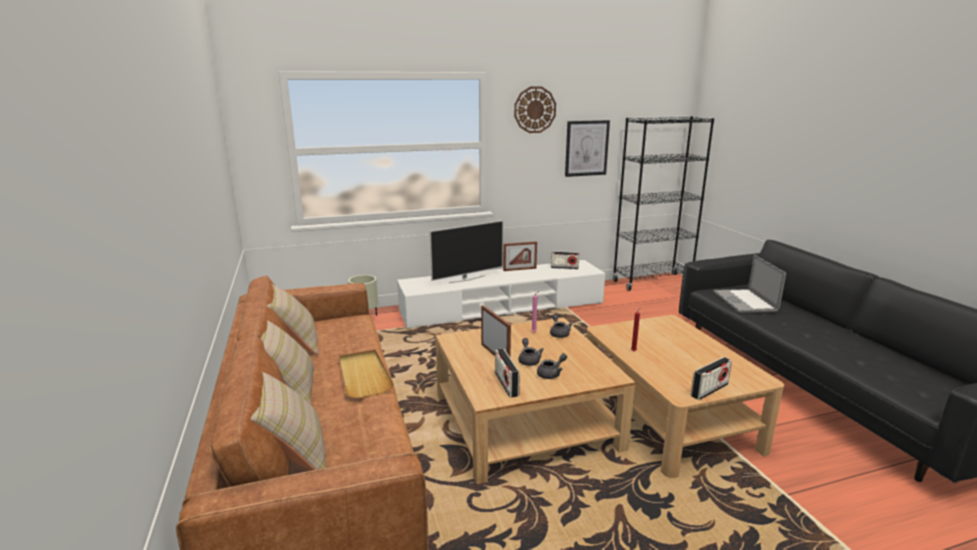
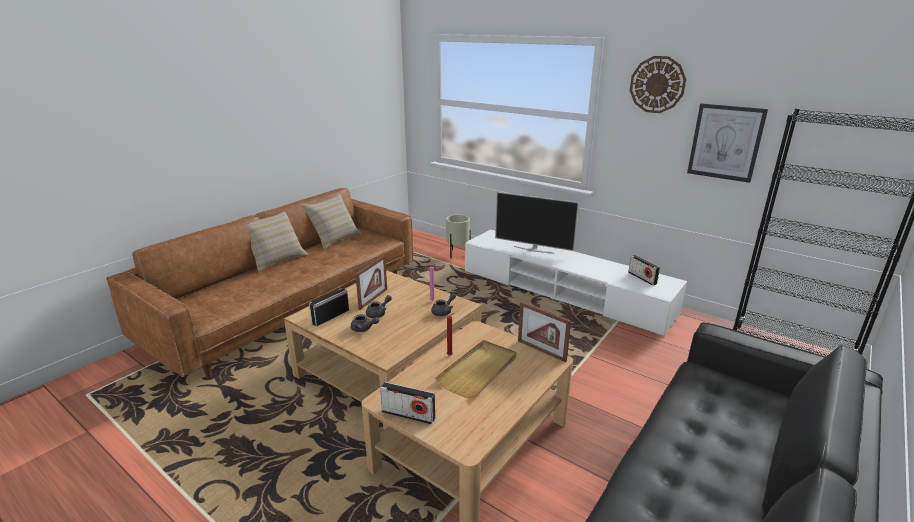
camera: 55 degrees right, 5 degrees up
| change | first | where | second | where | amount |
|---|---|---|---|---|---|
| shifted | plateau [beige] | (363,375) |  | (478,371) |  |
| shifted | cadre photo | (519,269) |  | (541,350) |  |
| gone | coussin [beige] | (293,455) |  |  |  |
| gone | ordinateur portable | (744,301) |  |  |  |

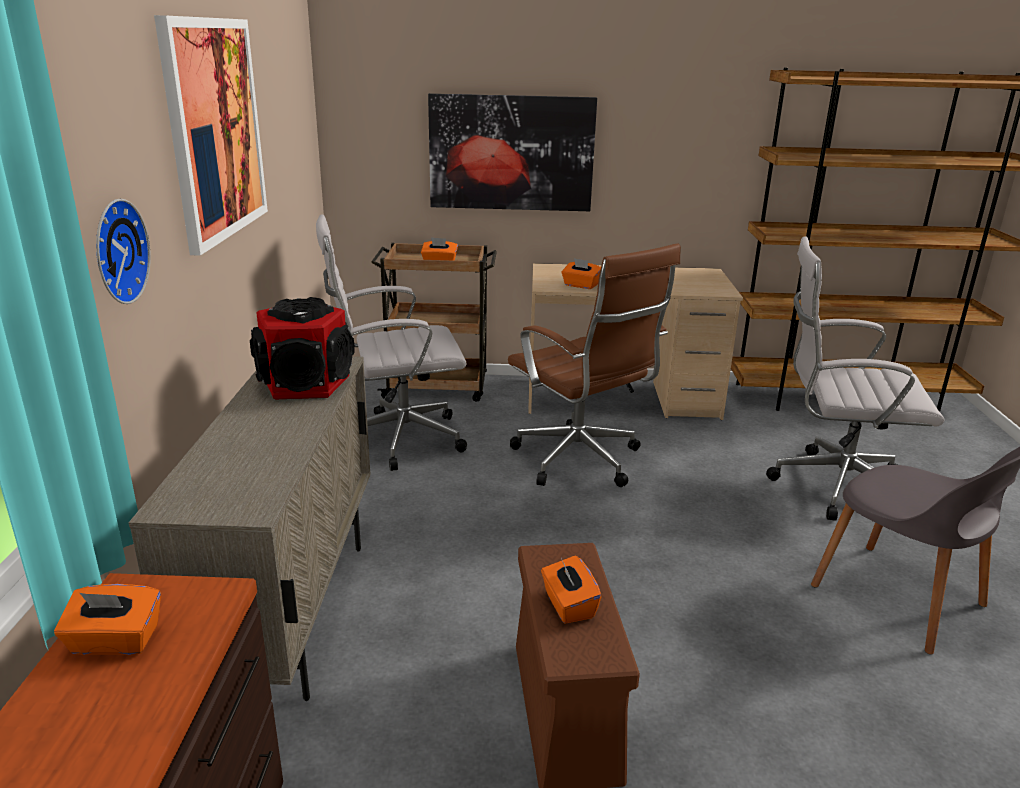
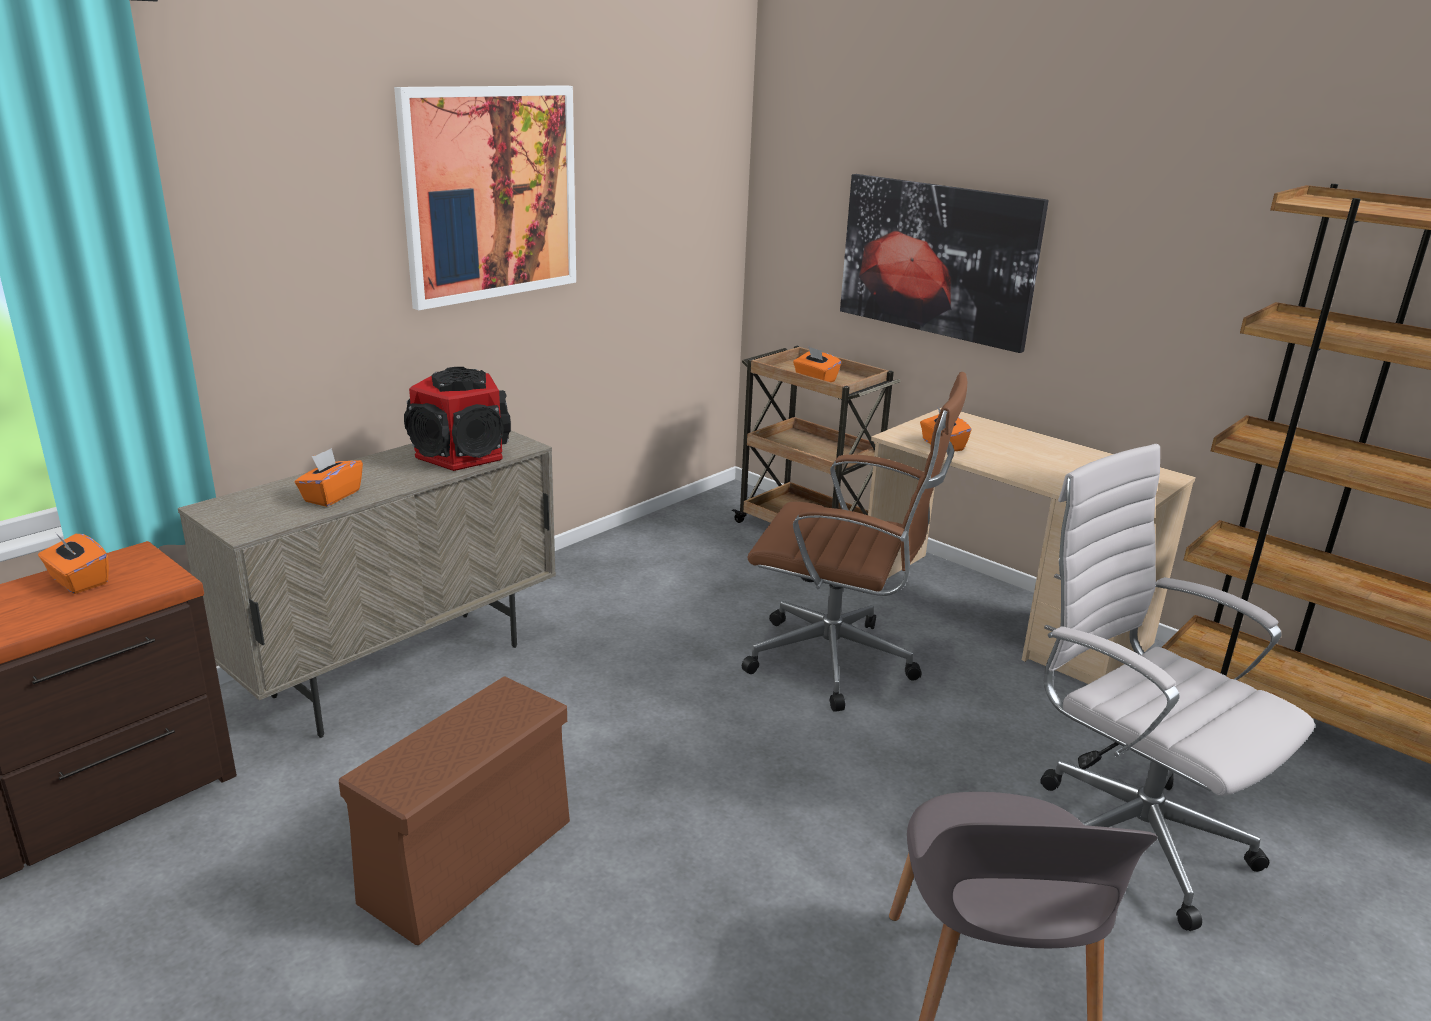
camera: 40 degrees right, 0 degrees up
| change | first | where | second | where | amount |
|---|---|---|---|---|---|
| shifted | boîte à mouchoirs [orange] | (568,605) |  | (331,496) |  |
| rotated | chaise de bureau [marron] | (581,461) |  | (838,663) | 75 degrees counterclockwise |
| gone | horloge murale | (115,251) |  |  |  |
| gone | chaise de bureau [blanc] | (397,439) |  |  |  |

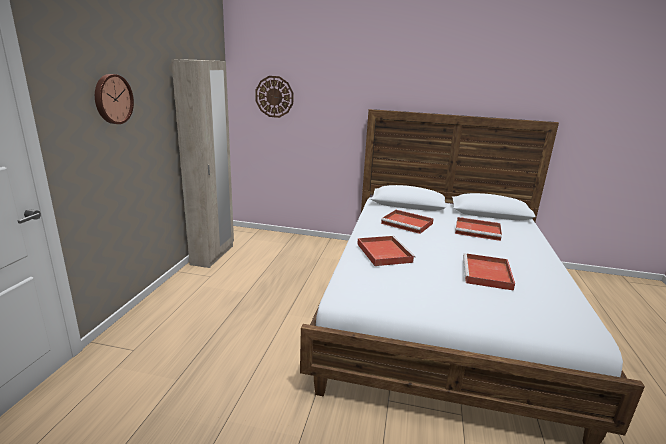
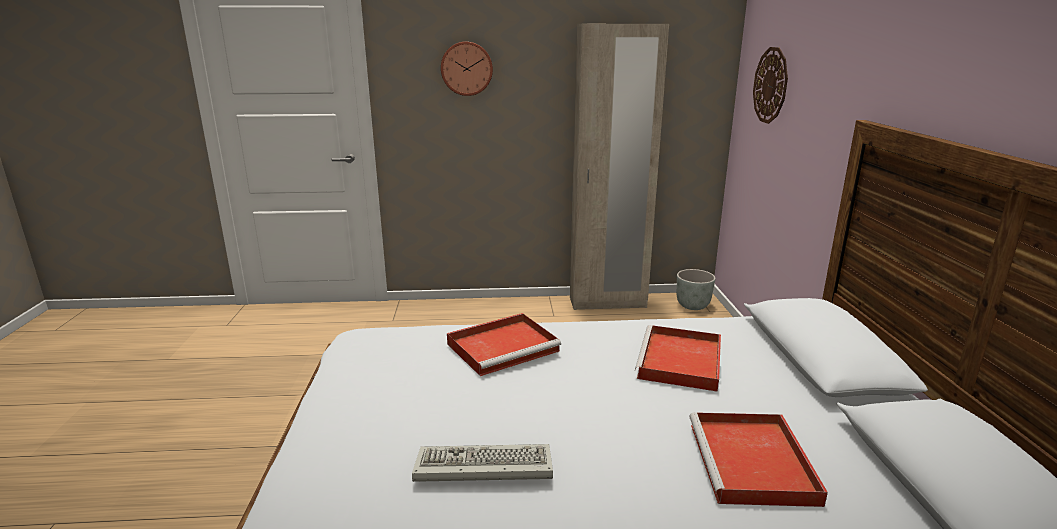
camera: 75 degrees right, 0 degrees up
| change | first | where | second | where | amount |
|---|---|---|---|---|---|
| swapped | plateau [rouge] | (487,274) | clavier | (480,469) |  |
| new |  |  | cache-pot [gris] | (693,306) |  |

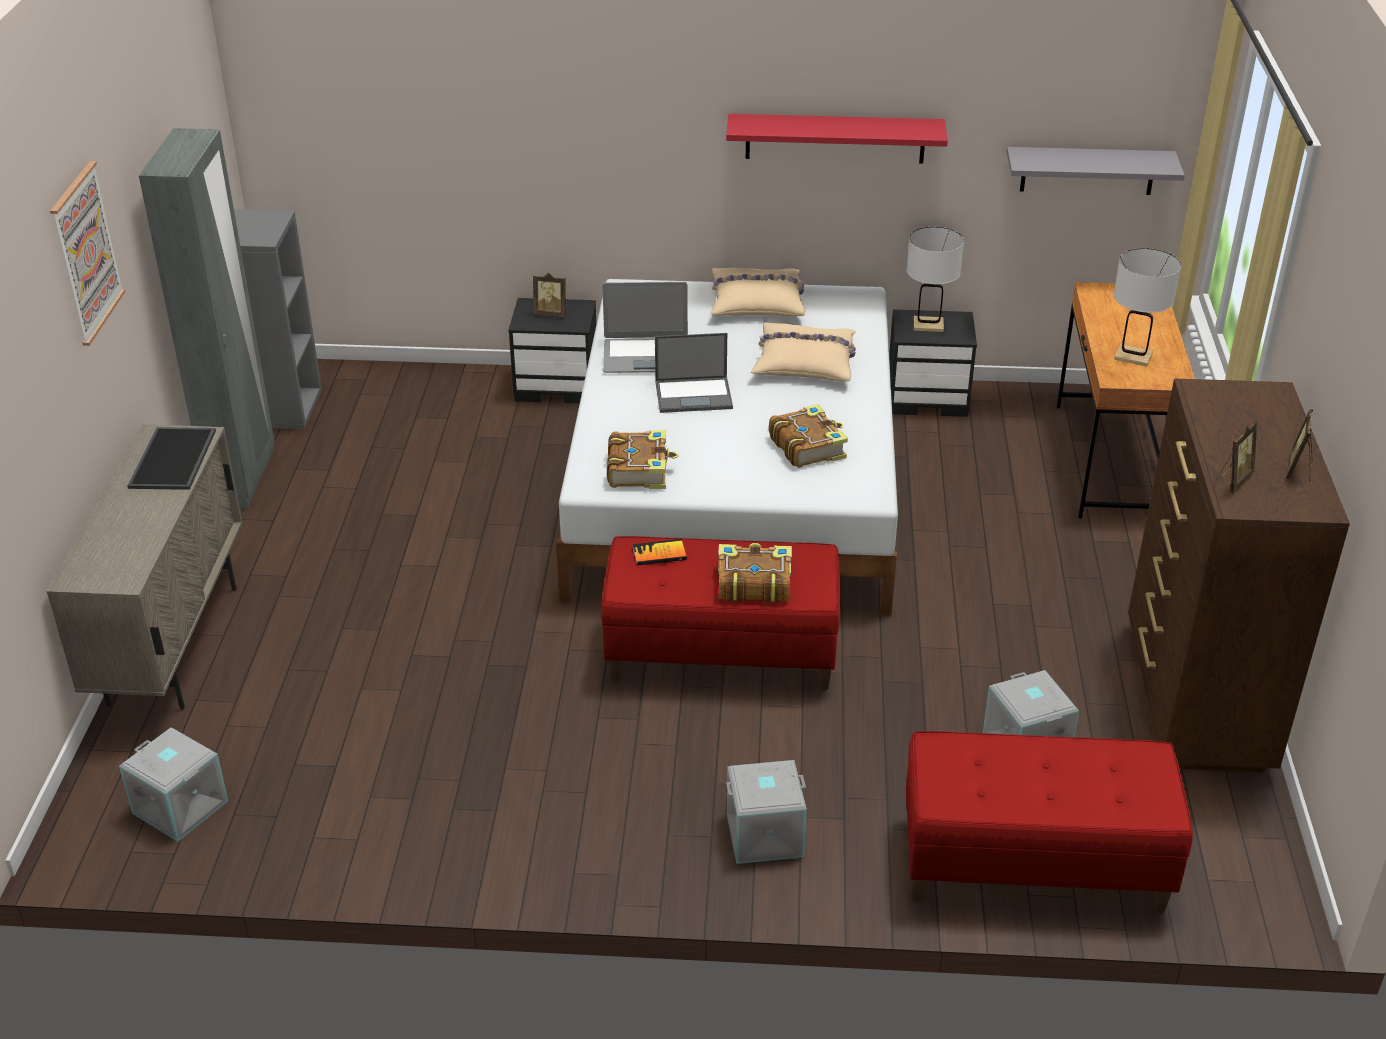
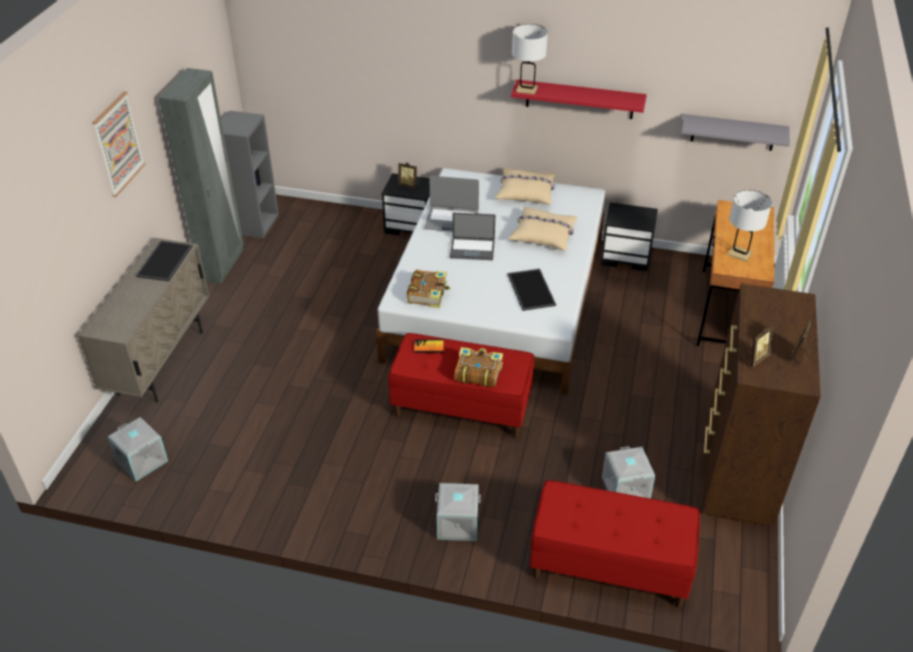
camera: 10 degrees right, 5 degrees up
| change | first | where | second | where | amount |
|---|---|---|---|---|---|
| swapped | livre | (807,446) | plateau | (530,289) |  |
| shifted | lampe de table [blanc] | (928,325) |  | (526,89) |  |

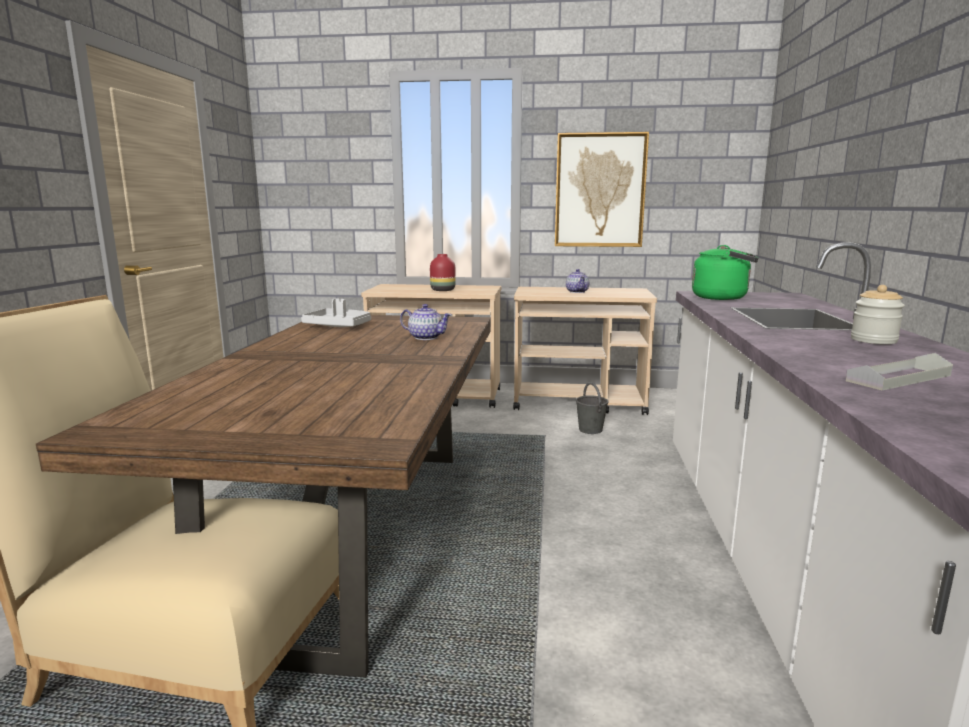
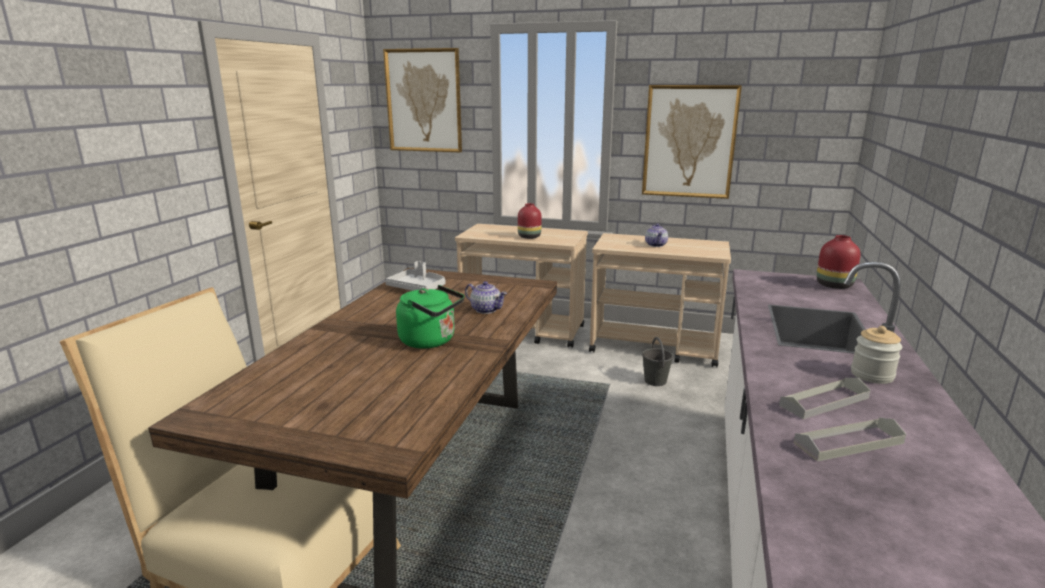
camera: 10 degrees right, 5 degrees up
| change | first | where | second | where | amount |
|---|---|---|---|---|---|
| new |  |  | tableau | (424,101) |  |
| shifted | bouilloire [vert] | (723,298) |  | (431,341) |  |
| new |  |  | plateau [gris] | (824,401) |  |
| new |  |  | vase [rouge] | (833,285) |  |

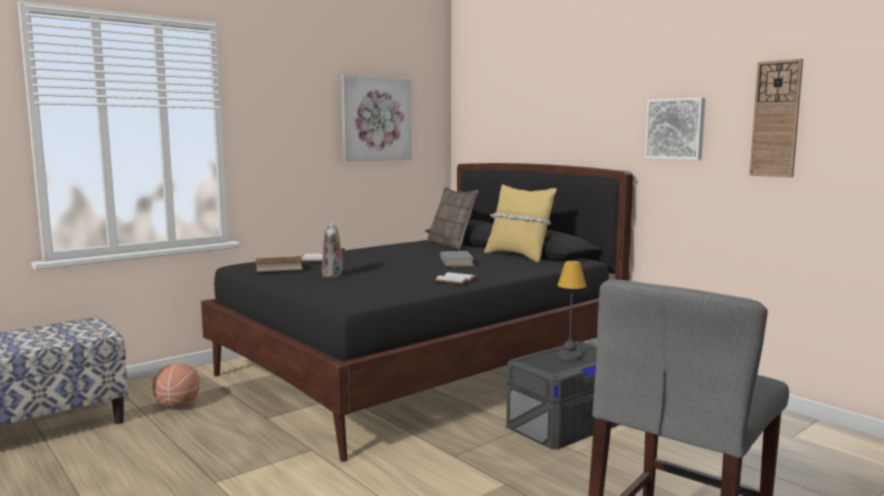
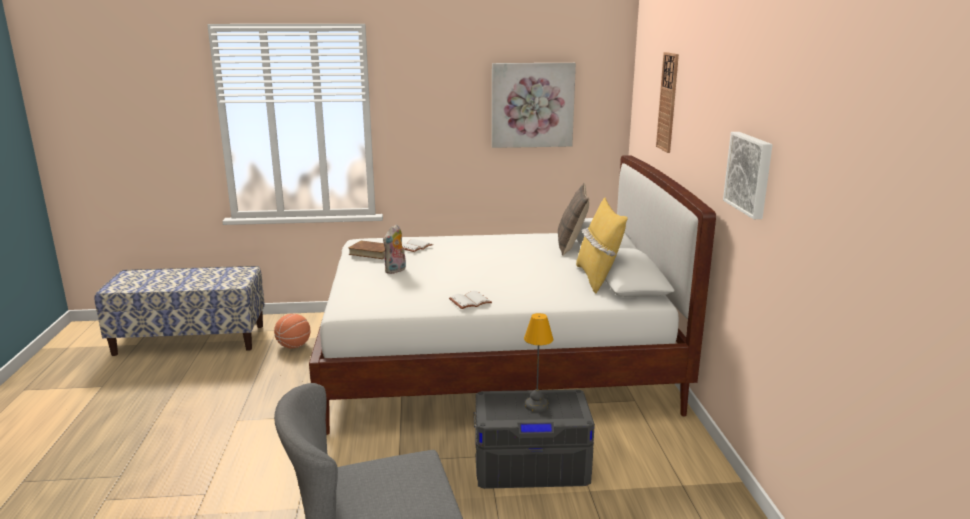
camera: 35 degrees right, 10 degrees up
| change | first | where | second | where | amount |
|---|---|---|---|---|---|
| repainted | lit [noir] | (421,369) | lit [blanc] | (495,364) |  |
| shifted | horloge murale | (776,119) |  | (668,102) |  |
| gone | livre [gris] | (456,262) |  |  |  |

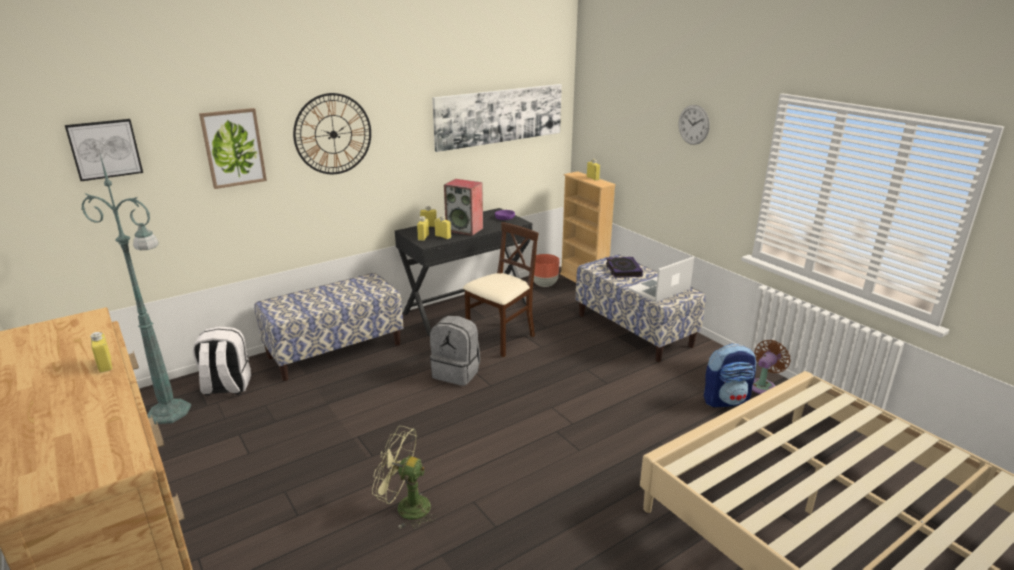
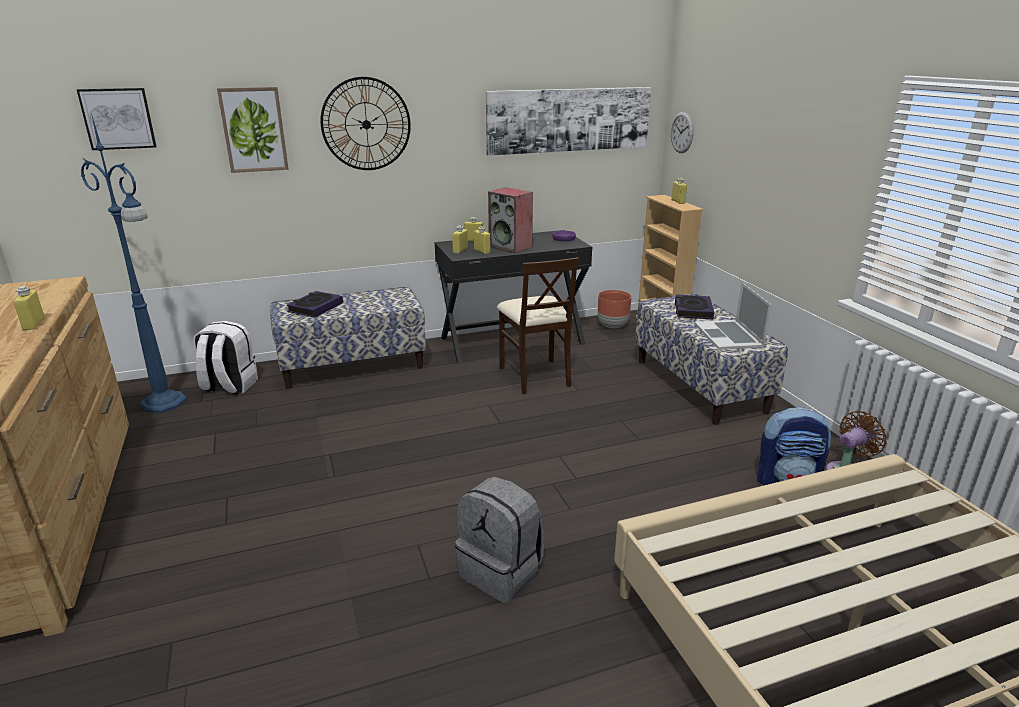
camera: 15 degrees right, 0 degrees up
| change | first | where | second | where | amount |
|---|---|---|---|---|---|
| repainted | lampadaire [vert] | (171,412) | lampadaire [bleu] | (165,403) |  |
| new |  |  | livre | (315,308) |  |
| shifted | sac à dos [gris] | (457,373) |  | (502,572) |  |
| rotated | chaise [beige] | (501,339) |  | (535,376) | 105 degrees clockwise |
| shifted | horloge murale | (693,124) |  | (682,132) |  |
| rotated | ordinateur portable | (659,289) |  | (728,335) | 75 degrees counterclockwise |
| gone | ventilateur [vert] | (405,507) |  |  |  |

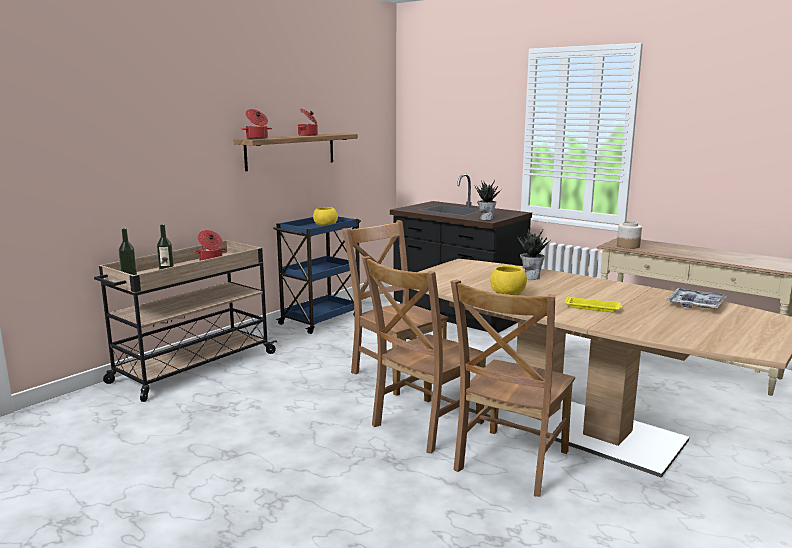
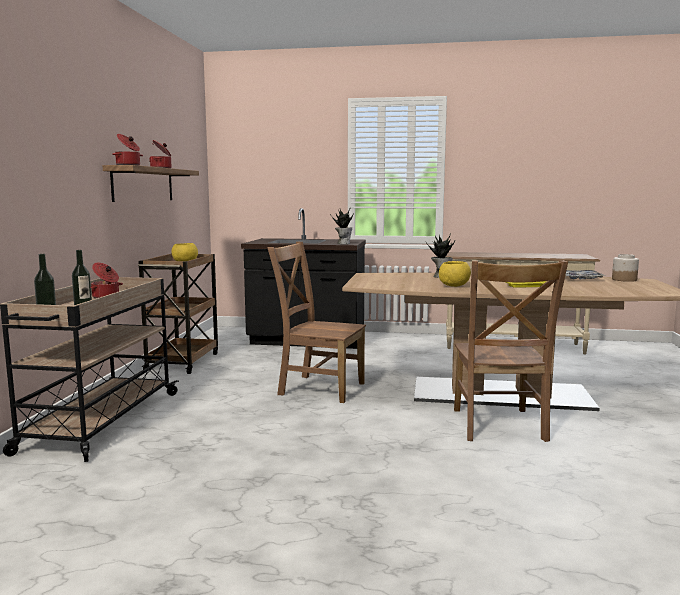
camera: 30 degrees left, 5 degrees down
| change | first | where | second | where | amount |
|---|---|---|---|---|---|
| repainted | chariot [bleu] | (321,319) | chariot [marron] | (183,361) |  |
| shifted | bocal | (627,246) |  | (624,280) |  |
| gone | chaise [marron] | (424,425) |  |  |  |

